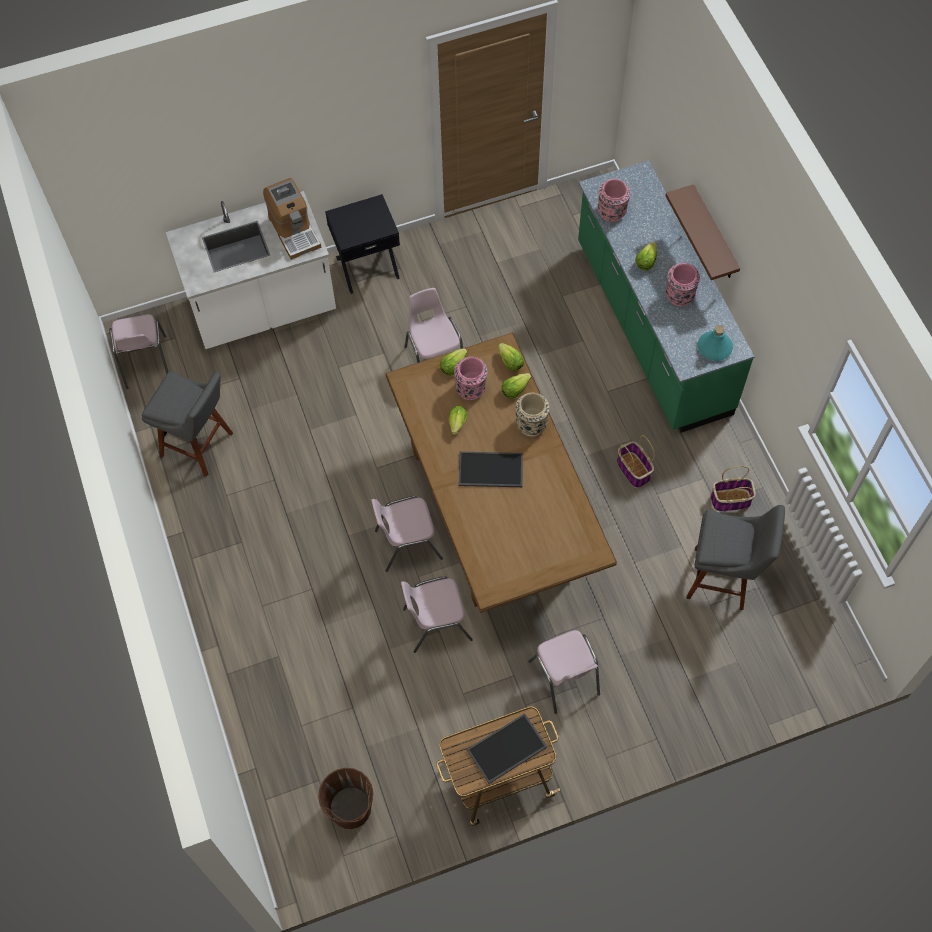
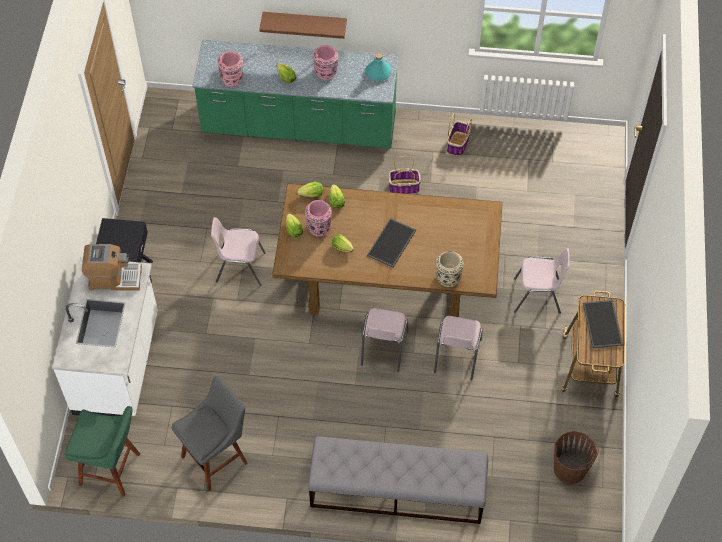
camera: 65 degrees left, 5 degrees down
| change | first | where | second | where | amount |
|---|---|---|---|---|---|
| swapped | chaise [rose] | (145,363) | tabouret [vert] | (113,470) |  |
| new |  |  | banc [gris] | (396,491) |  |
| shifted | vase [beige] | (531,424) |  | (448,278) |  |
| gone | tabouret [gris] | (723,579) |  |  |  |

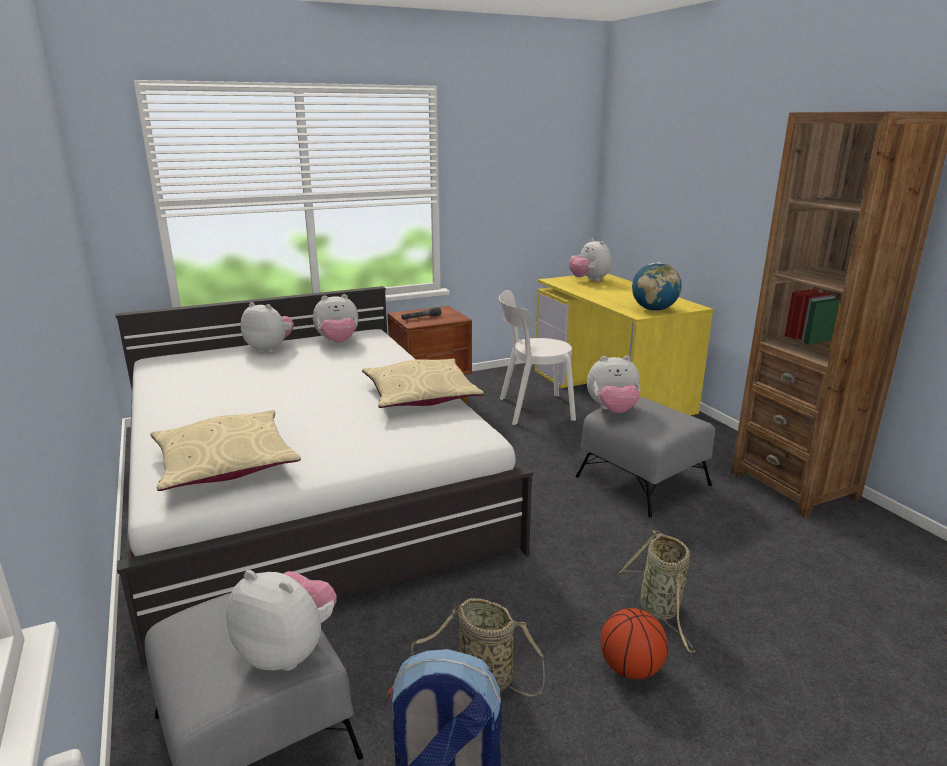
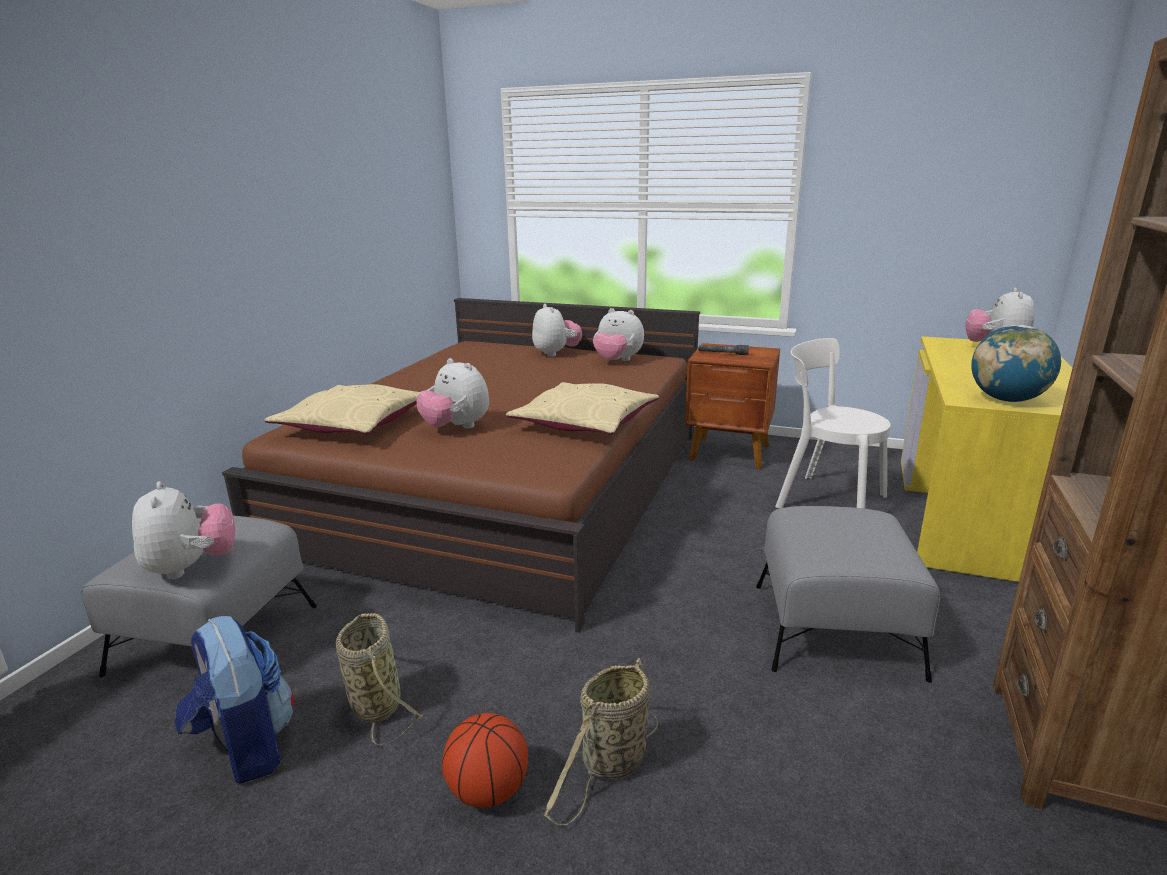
camera: 45 degrees right, 0 degrees up
| change | first | where | second | where | amount |
|---|---|---|---|---|---|
| repainted | lit [blanc] | (305,486) | lit [marron] | (507,487) |  |
| shifted | peluche | (612,410) |  | (456,427) |  |

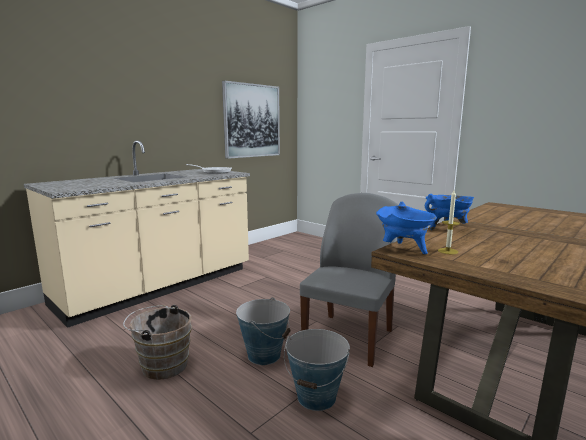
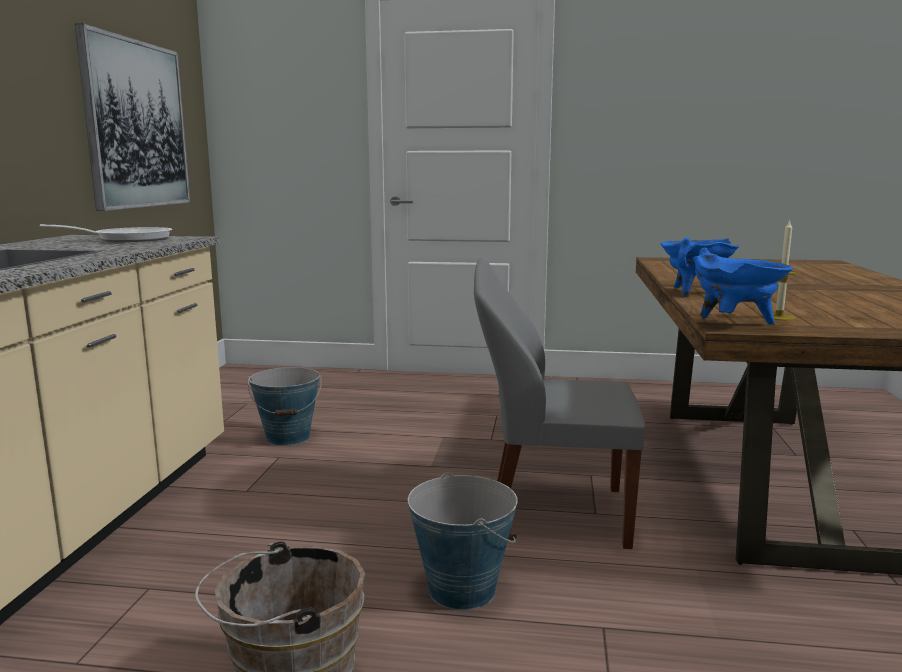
camera: 35 degrees left, 0 degrees up
| change | first | where | second | where | amount |
|---|---|---|---|---|---|
| shifted | seau | (317,397) |  | (288,437) |  |
| rotated | chaise [gris] | (350,337) |  | (552,513) | 75 degrees counterclockwise |

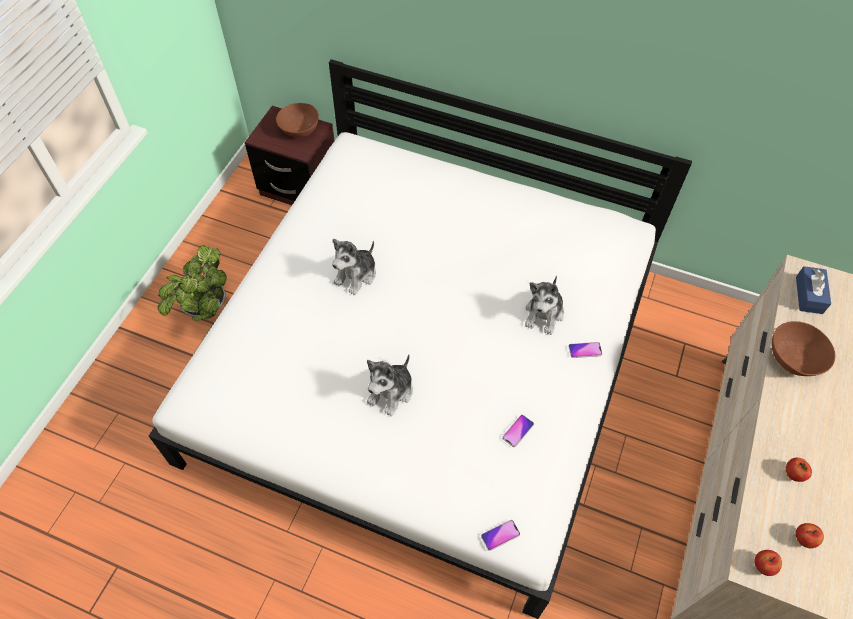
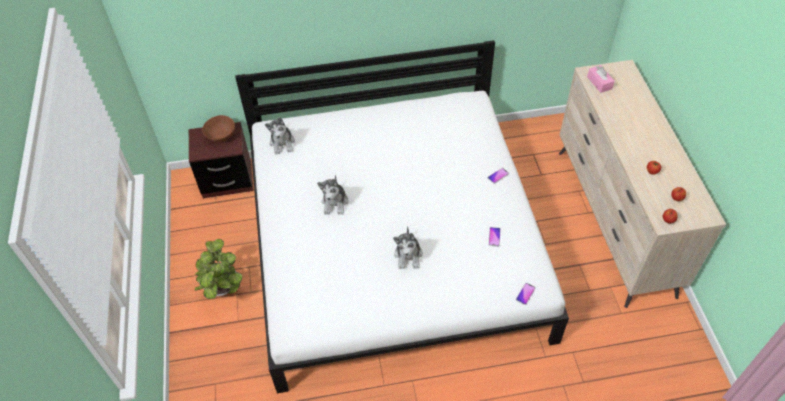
camera: 30 degrees left, 5 degrees down
| change | first | where | second | where | amount |
|---|---|---|---|---|---|
| shifted | peluche | (544,314) |  | (282,143) |  |
| repainted | boîte à mouchoirs [bleu] | (809,295) | boîte à mouchoirs [rose] | (599,83) |  |
| gone | bol [marron] | (794,358) |  |  |  |

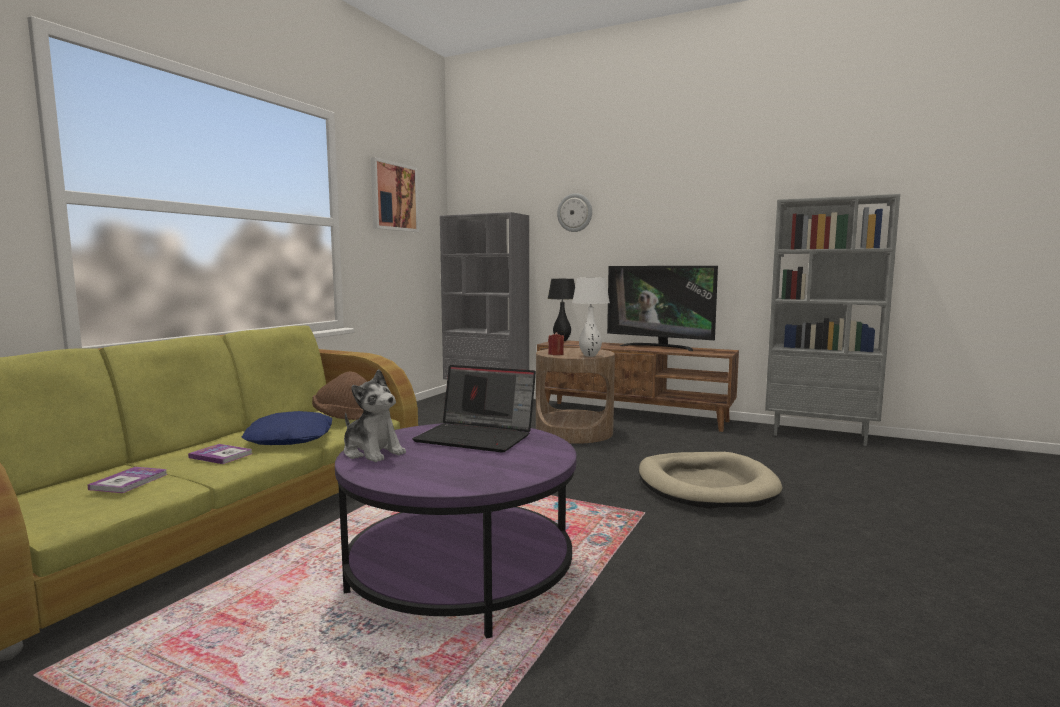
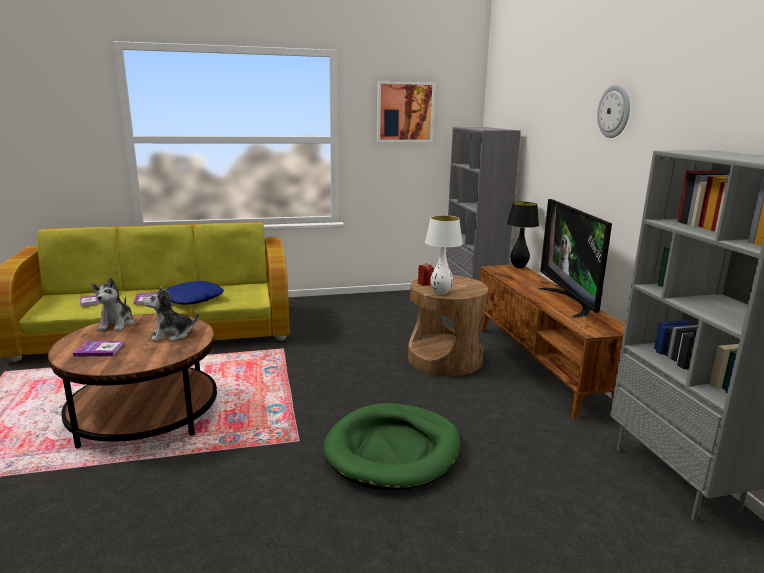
camera: 50 degrees right, 10 degrees up
| change | first | where | second | where | amount |
|---|---|---|---|---|---|
| repainted | table basse [violet] | (460,574) | table basse [marron] | (145,414) |  |
| new |  |  | livre | (99,350) |  |
| swapped | ordinateur portable | (477,437) | peluche | (172,335) |  |
| repainted | panier pour chien [beige] | (706,485) | panier pour chien [vert] | (393,450) |  |
| shifted | horloge murale | (575,212) |  | (614,111) |  |
| gone | chapeau [marron] | (343,417) |  |  |  |

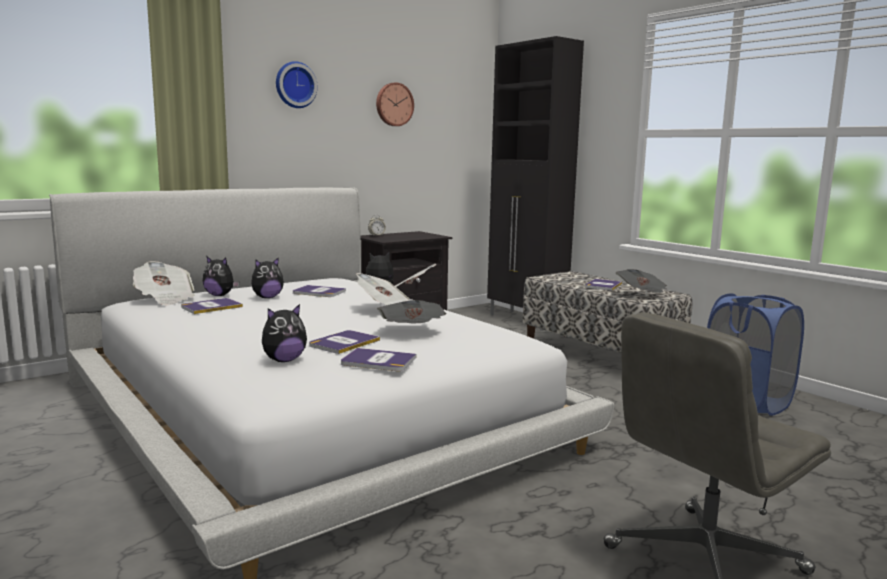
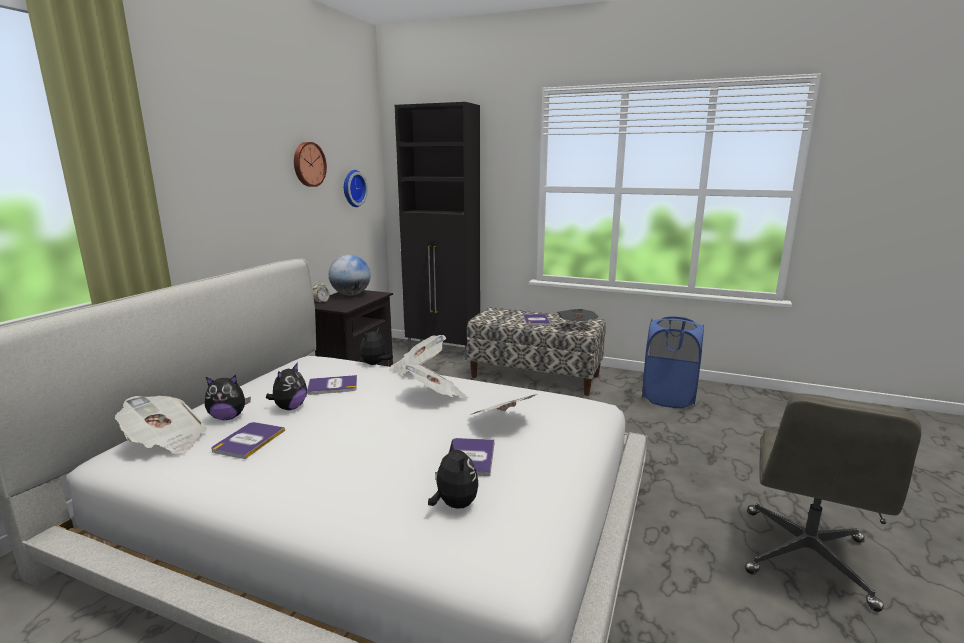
camera: 30 degrees left, 5 degrees up
| change | first | where | second | where | amount |
|---|---|---|---|---|---|
| new |  |  | globe | (351,294) |  |
| shifted | horloge murale | (295,85) |  | (352,188) |  |
| rotated | peluche | (284,360) |  | (454,504) | 45 degrees counterclockwise |
| gone | livre | (378,361) |  |  |  |

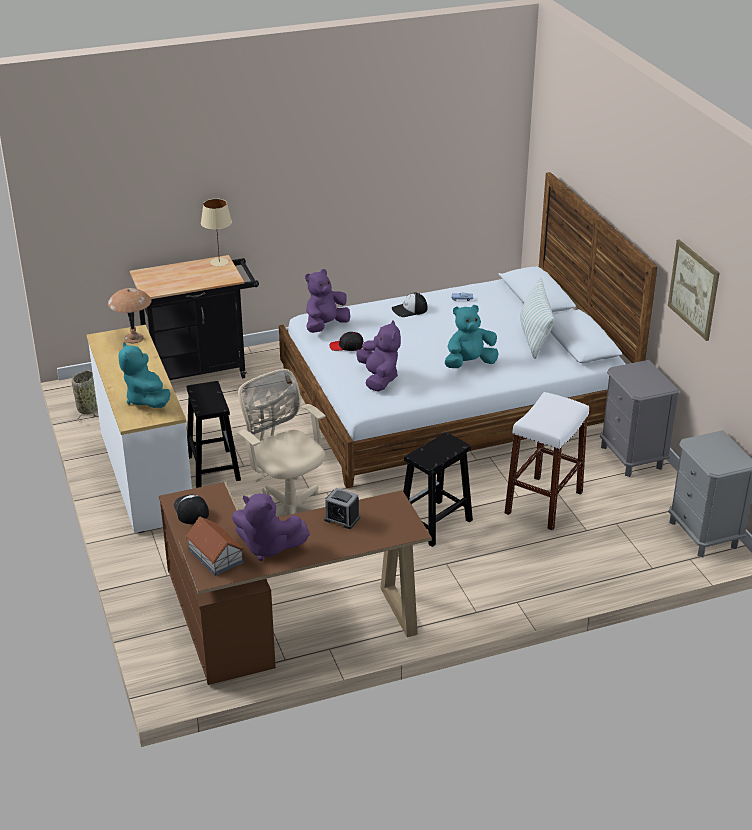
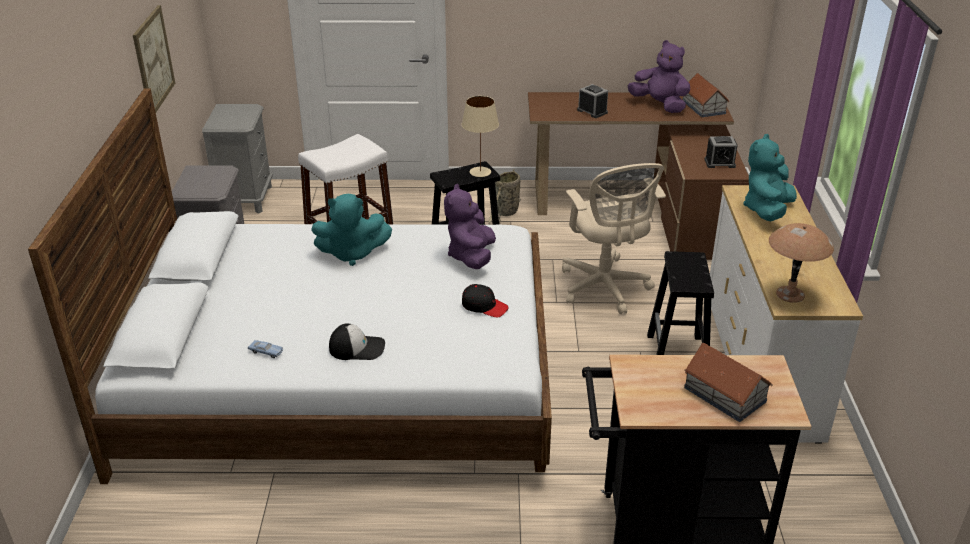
camera: 160 degrees left, 0 degrees up
| change | first | where | second | where | amount |
|---|---|---|---|---|---|
| shifted | lampe de table [beige] | (219,262) |  | (480,172) |  |
| shifted | panier | (89,408) |  | (505,213) |  |
| new |  |  | maison miniature | (725,395) |  |
| swapped | casquette | (190,510) | réveil | (719,163) |  |
| rotated | peluche [turquoise] | (147,400) |  | (767,210) | 150 degrees counterclockwise |
| gone | peluche [violet] | (325,326) |  |  |  |
| gone | coussin | (535,337) |  |  |  |

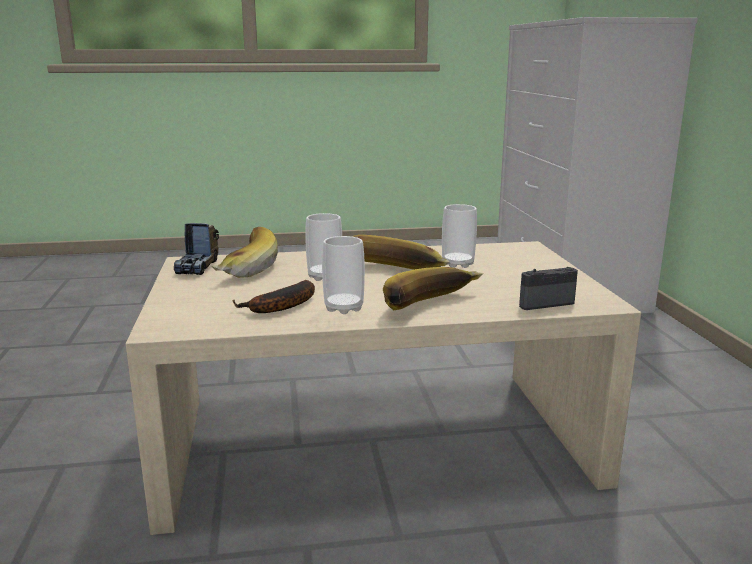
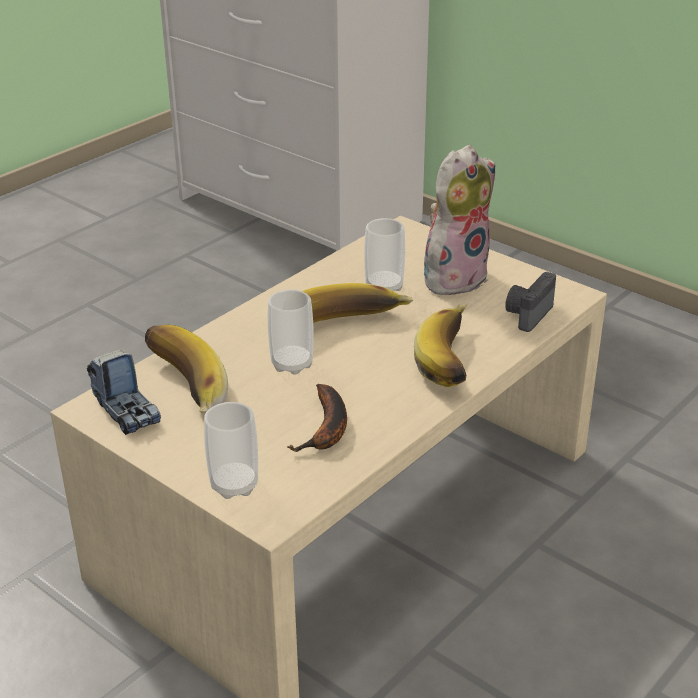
camera: 40 degrees left, 15 degrees up
| change | first | where | second | where | amount |
|---|---|---|---|---|---|
| shifted | tasse | (344,308) |  | (234,485) |  |
| new |  |  | peluche | (454,277) |  |

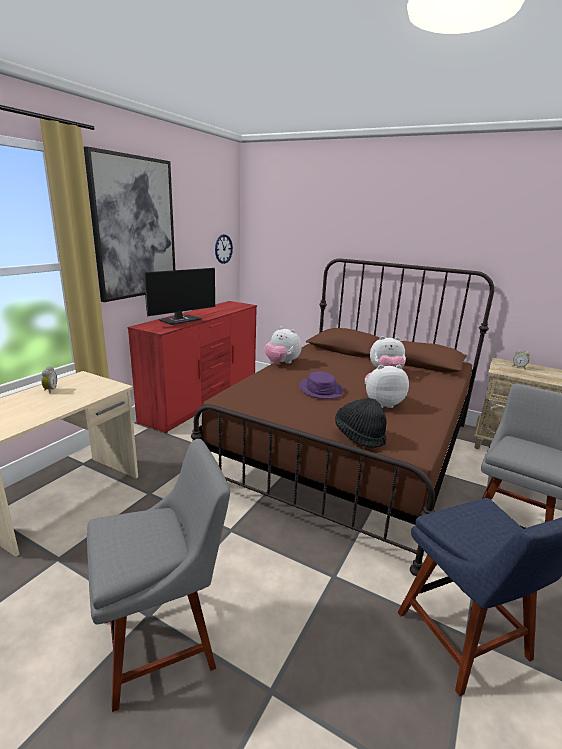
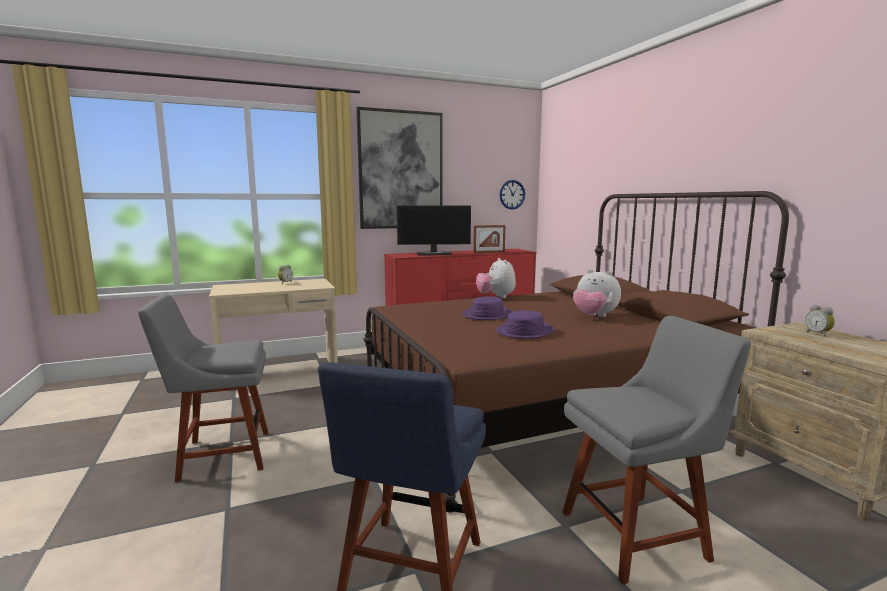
camera: 40 degrees right, 10 degrees down
| change | first | where | second | where | amount |
|---|---|---|---|---|---|
| rotated | chaise [gris] | (164,640) |  | (219,455) | 150 degrees clockwise |
| new |  |  | cadre photo | (489,252) |  |
| swapped | peluche | (382,404) | chapeau [violet] | (524,331) |  |
| gone | chapeau [noir] | (359,435) |  |  |  |

